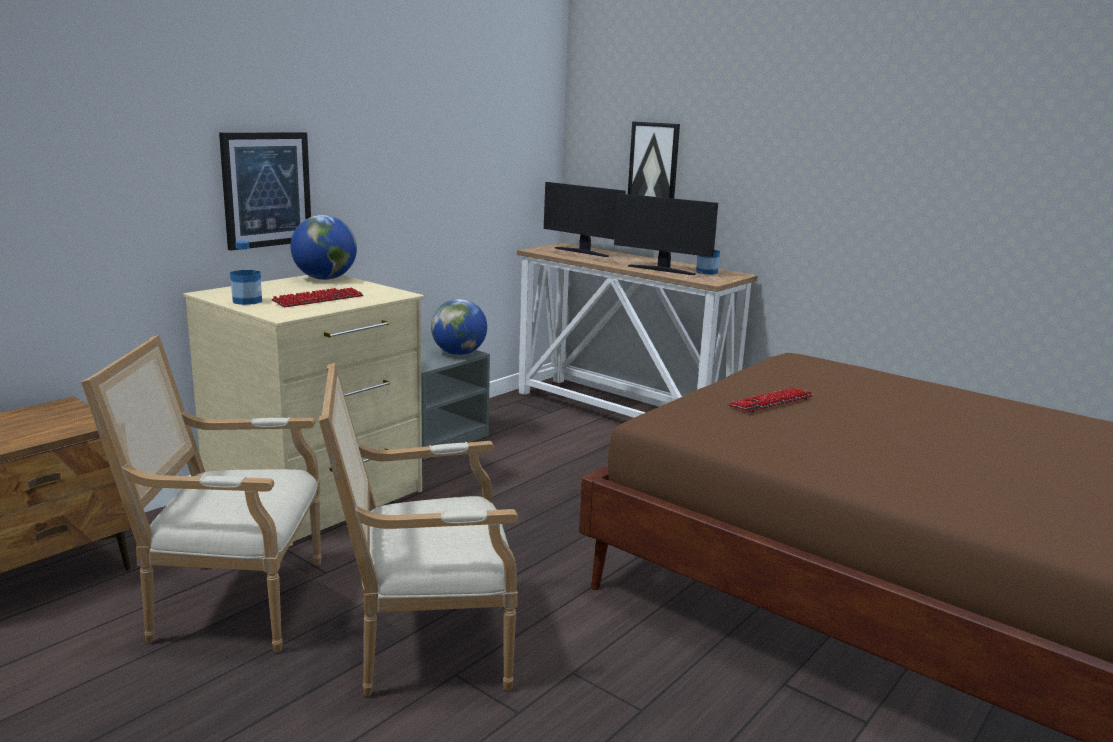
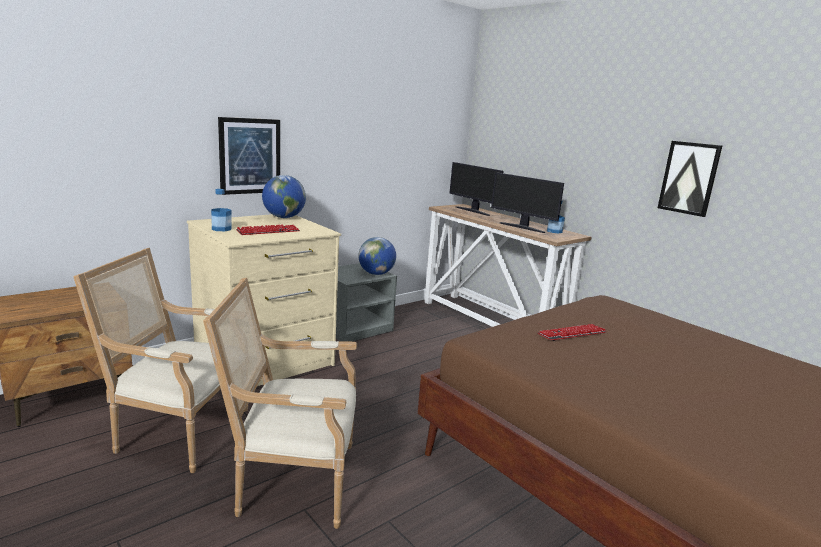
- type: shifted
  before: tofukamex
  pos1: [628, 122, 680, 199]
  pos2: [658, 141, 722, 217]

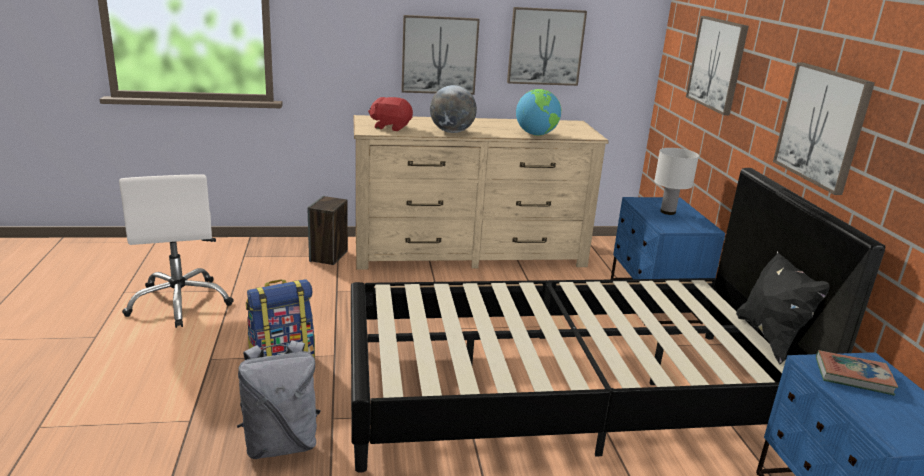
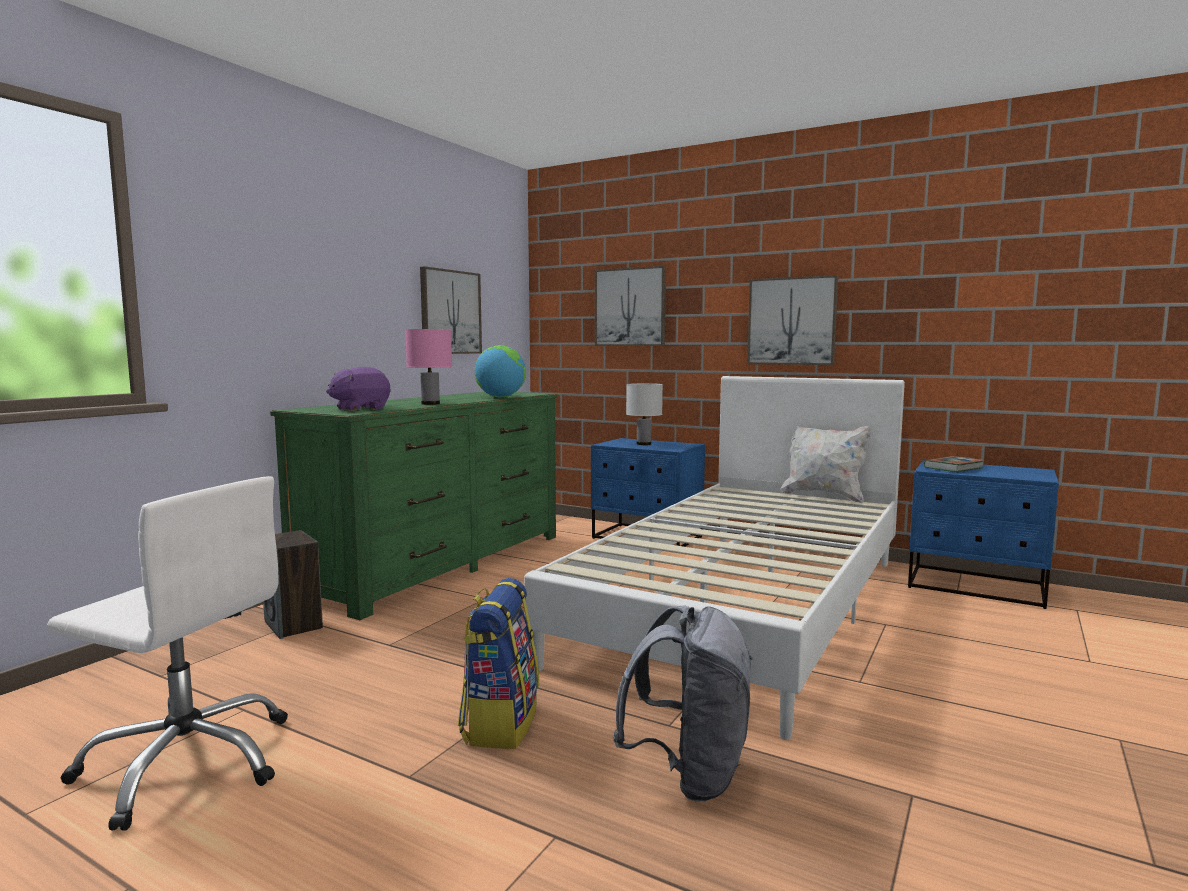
- type: repainted
  before: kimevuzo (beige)
  after: kimevuzo (green)
  pos1: [354, 115, 609, 270]
  pos2: [270, 392, 557, 620]
- type: repainted
  before: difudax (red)
  after: difudax (purple)
  pos1: [368, 97, 413, 131]
  pos2: [326, 367, 390, 411]
- type: swapped
  before: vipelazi
  after: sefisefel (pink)
  pos1: [430, 85, 477, 133]
  pos2: [405, 329, 452, 405]
- type: repainted
  before: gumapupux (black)
  after: gumapupux (white)
  pos1: [351, 168, 885, 473]
  pos2: [524, 376, 905, 740]
- type: repainted
  before: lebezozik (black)
  after: lebezozik (white)
  pos1: [736, 251, 830, 365]
  pos2: [780, 426, 871, 503]
- type: gone
  before: tofukamex
  pos1: [401, 15, 480, 95]

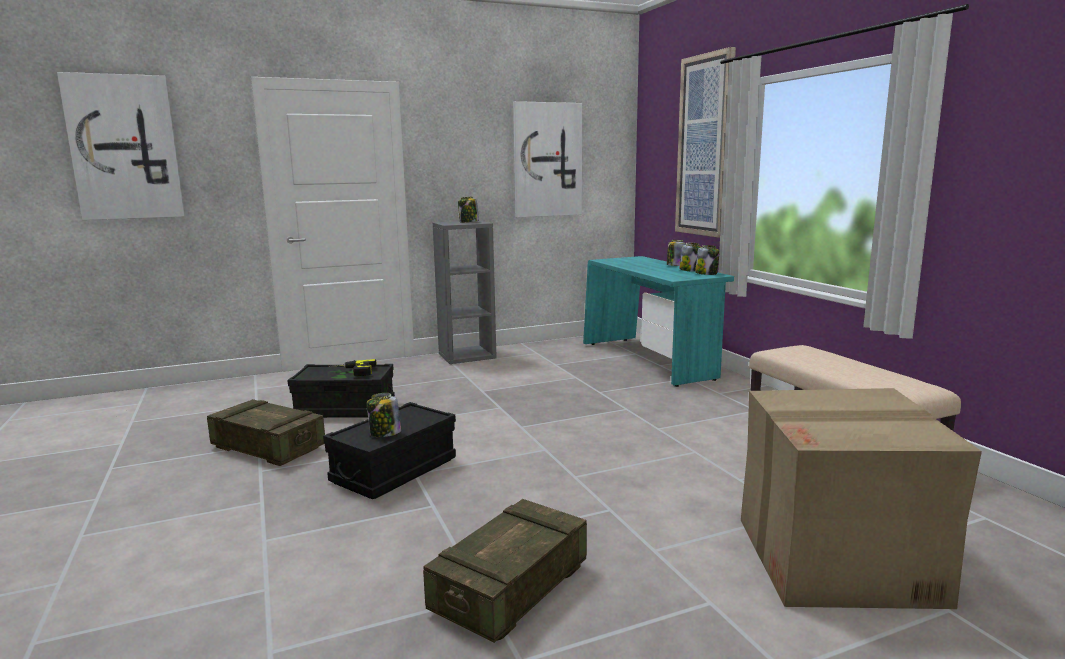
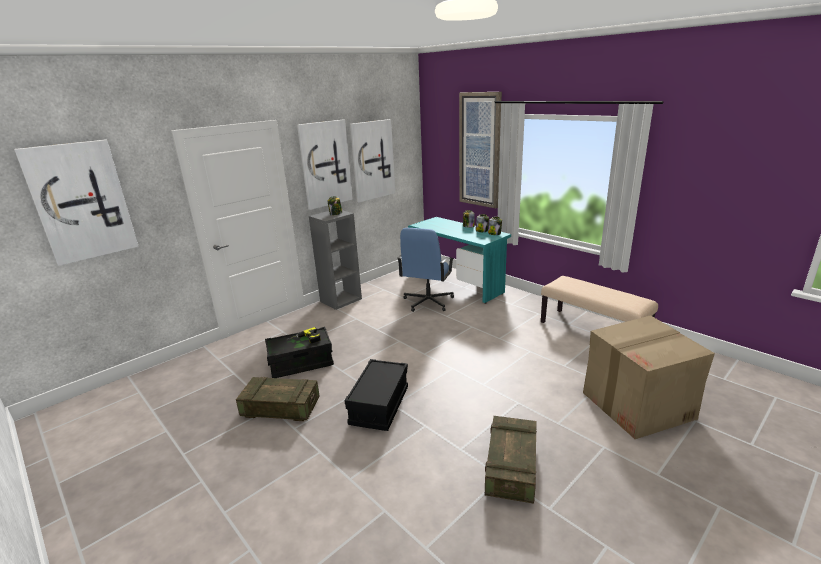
- type: new
  after: tofukamex
  pos2: [297, 119, 353, 210]
- type: new
  after: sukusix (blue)
  pos2: [397, 228, 454, 312]
- type: gone
  before: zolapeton
  pos1: [367, 393, 401, 437]

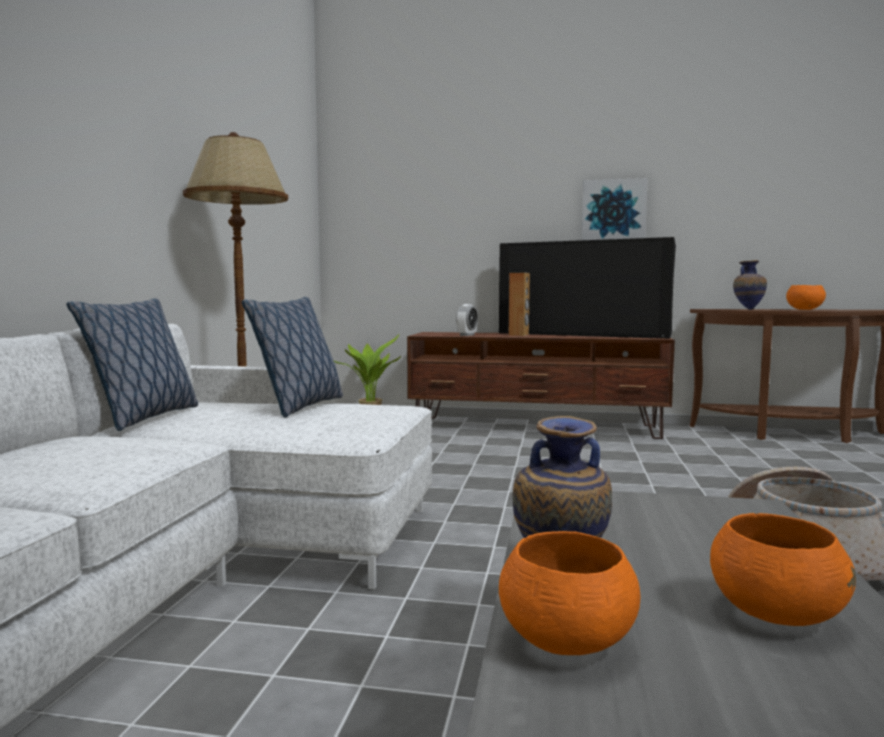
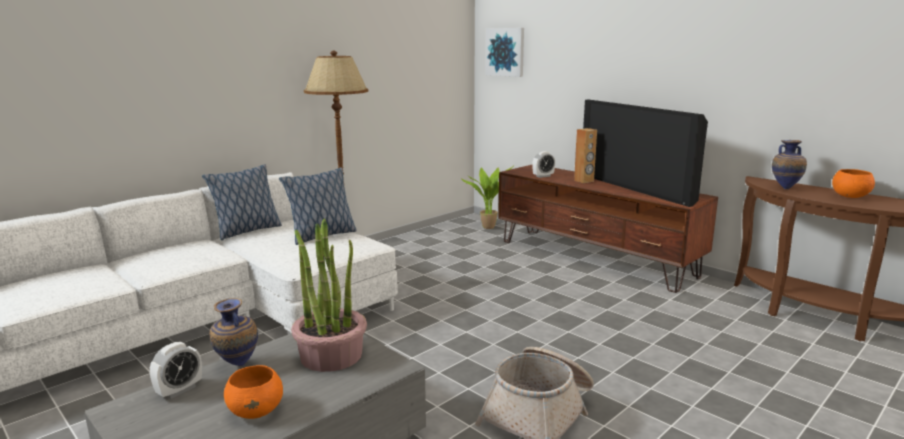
- type: swapped
  before: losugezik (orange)
  after: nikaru
  pos1: [499, 531, 641, 655]
  pos2: [150, 342, 202, 399]
- type: new
  after: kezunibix
  pos2: [291, 218, 367, 372]
- type: shifted
  before: tofukamex
  pos1: [582, 178, 648, 240]
  pos2: [485, 28, 524, 77]

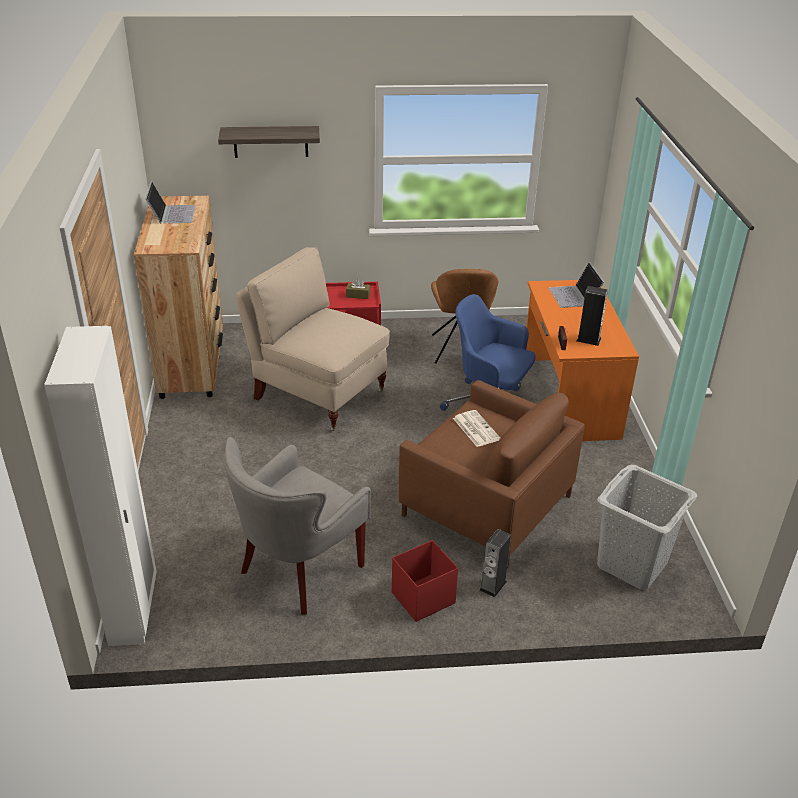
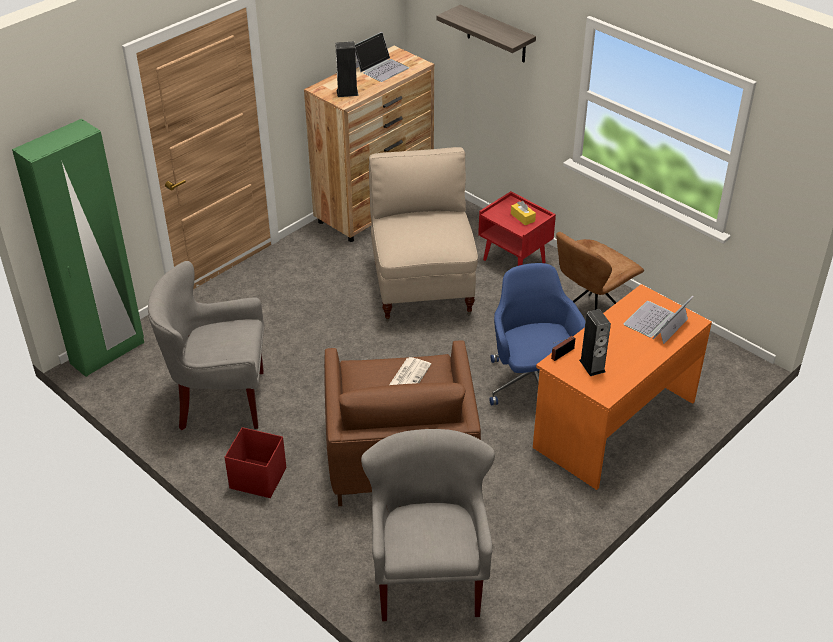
- type: repainted
  before: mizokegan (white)
  after: mizokegan (green)
  pos1: [44, 326, 157, 646]
  pos2: [12, 119, 144, 377]
- type: shifted
  before: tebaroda
  pos1: [480, 529, 511, 598]
  pos2: [335, 41, 359, 97]
- type: swapped
  before: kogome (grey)
  after: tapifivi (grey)
  pos1: [597, 465, 697, 590]
  pos2: [361, 429, 495, 622]
- type: repainted
  before: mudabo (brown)
  after: mudabo (yellow)
  pos1: [346, 279, 370, 299]
  pos2: [511, 201, 536, 225]

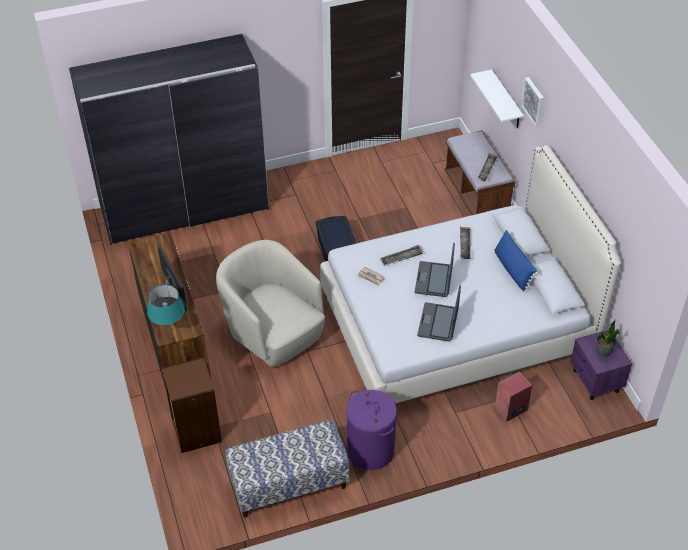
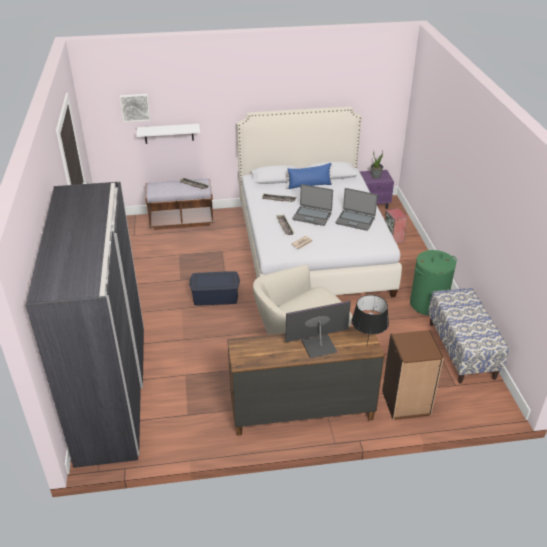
- type: shifted
  before: tofukamex
  pos1: [521, 77, 544, 126]
  pos2: [120, 94, 150, 122]
- type: repainted
  before: sefisefel (turquoise)
  after: sefisefel (black)
  pos1: [147, 284, 185, 332]
  pos2: [352, 295, 389, 347]
- type: repainted
  before: kogome (purple)
  after: kogome (green)
  pos1: [346, 390, 397, 470]
  pos2: [410, 250, 457, 315]

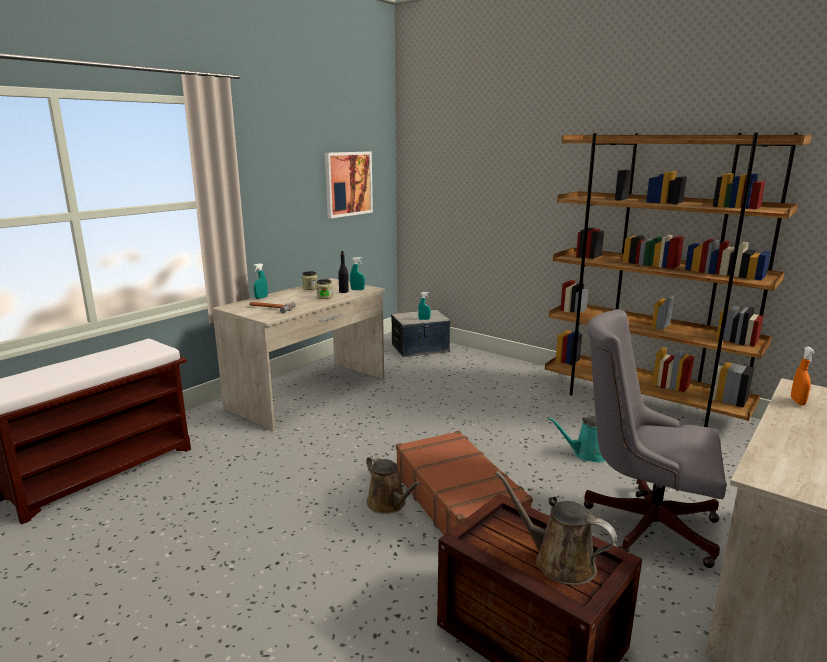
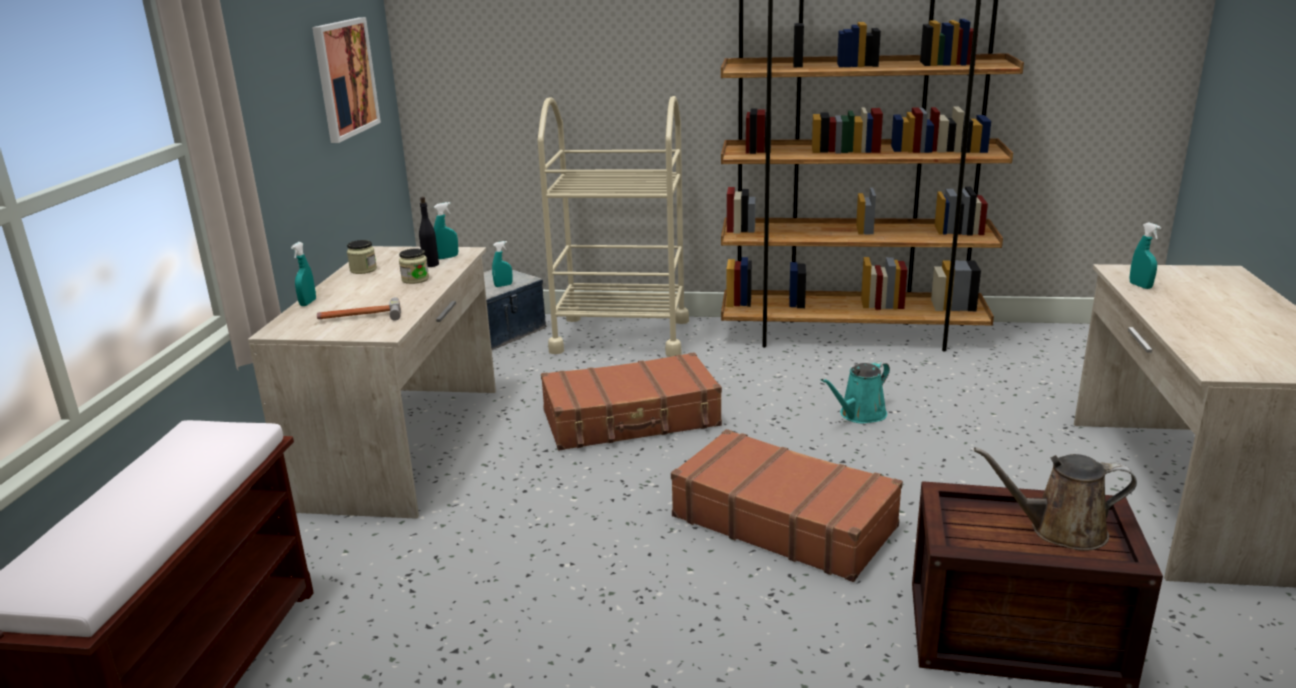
- type: new
  after: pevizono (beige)
  pos2: [537, 96, 689, 357]
- type: new
  after: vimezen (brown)
  pos2: [541, 352, 722, 450]
- type: repainted
  before: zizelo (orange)
  after: zizelo (turquoise)
  pos1: [791, 346, 815, 405]
  pos2: [1130, 222, 1161, 289]
- type: gone
  before: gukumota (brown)
  pos1: [366, 455, 421, 514]
- type: gone
  before: sukusix (grey)
  pos1: [584, 309, 727, 568]

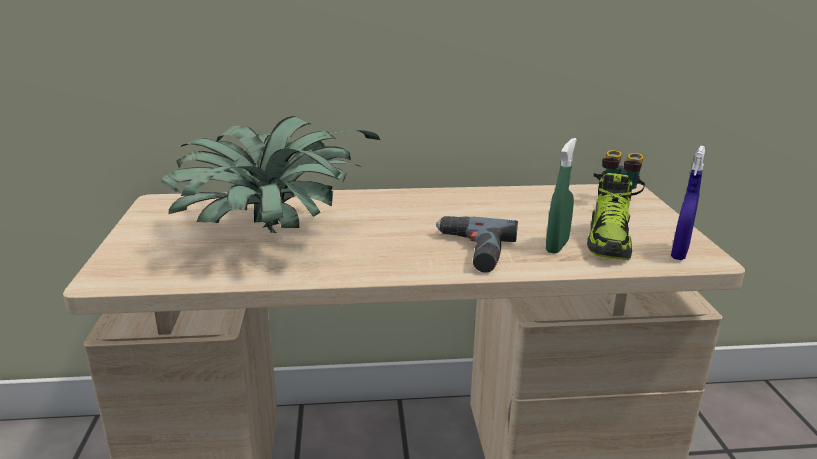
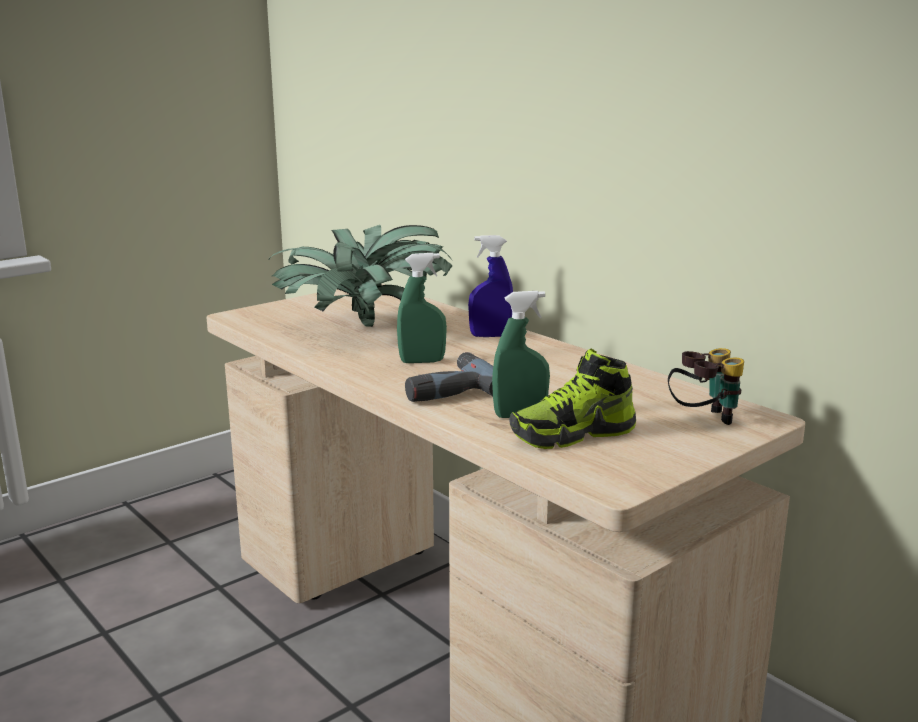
- type: new
  after: zizelo (green)
  pos2: [397, 253, 447, 363]
- type: shifted
  before: zizelo (blue)
  pos1: [671, 146, 705, 260]
  pos2: [468, 235, 513, 337]

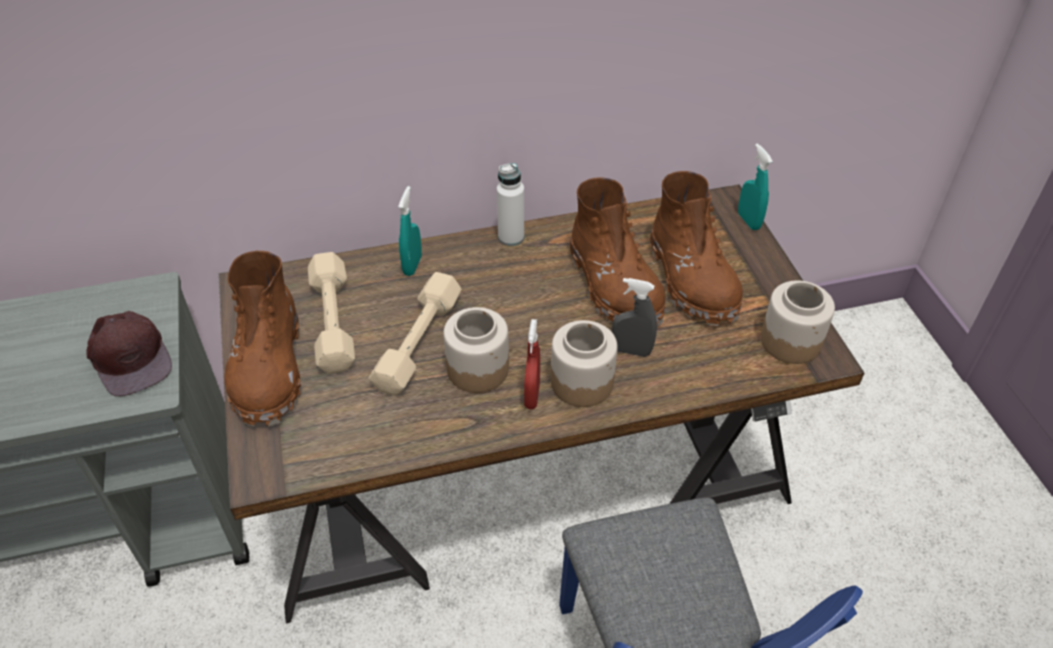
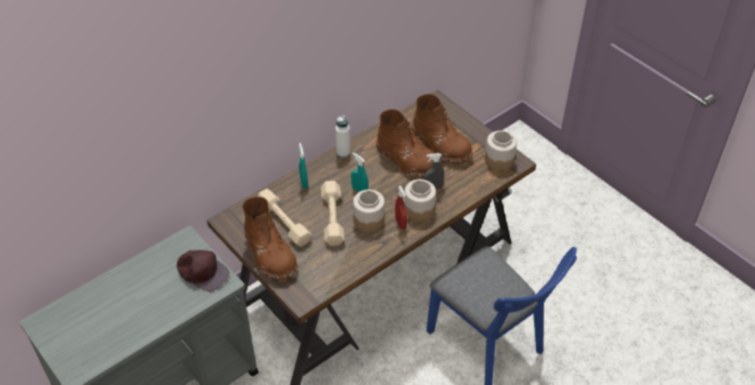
- type: shifted
  before: zizelo (turquoise)
  pos1: [738, 143, 773, 230]
  pos2: [351, 152, 368, 192]

